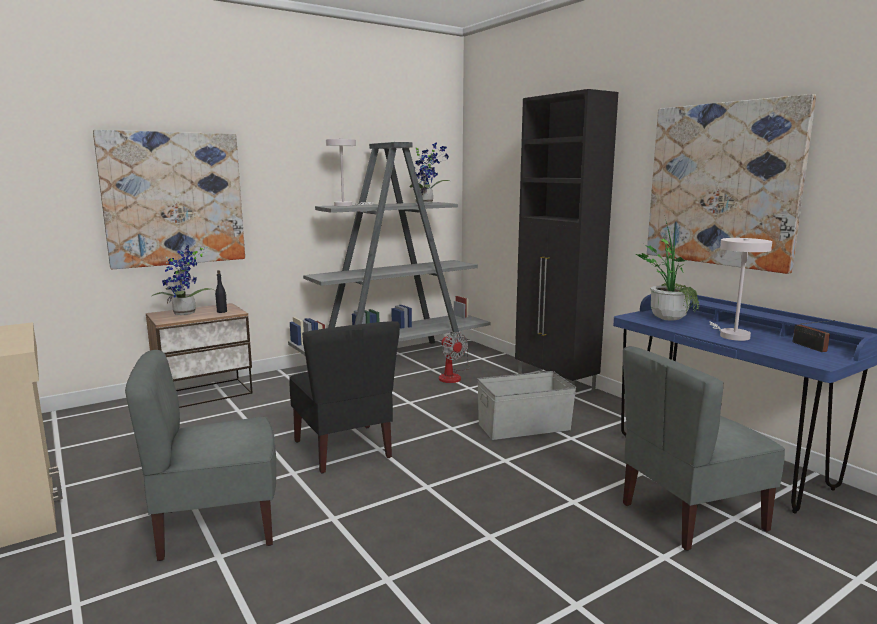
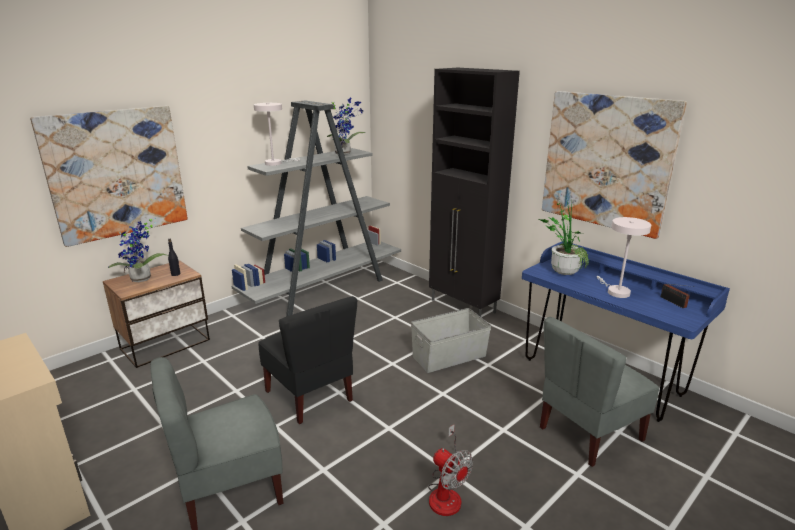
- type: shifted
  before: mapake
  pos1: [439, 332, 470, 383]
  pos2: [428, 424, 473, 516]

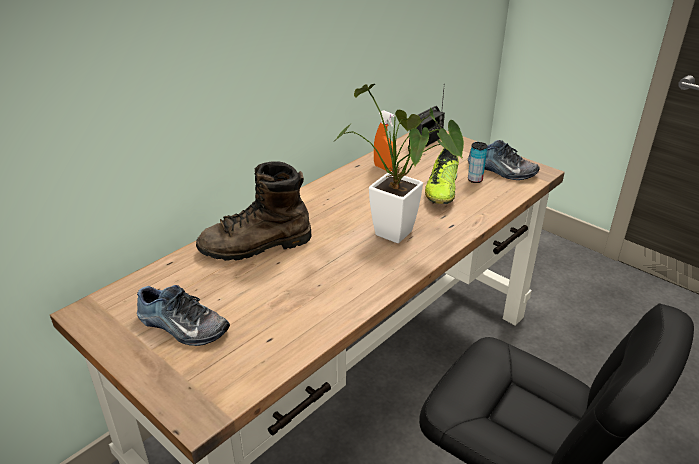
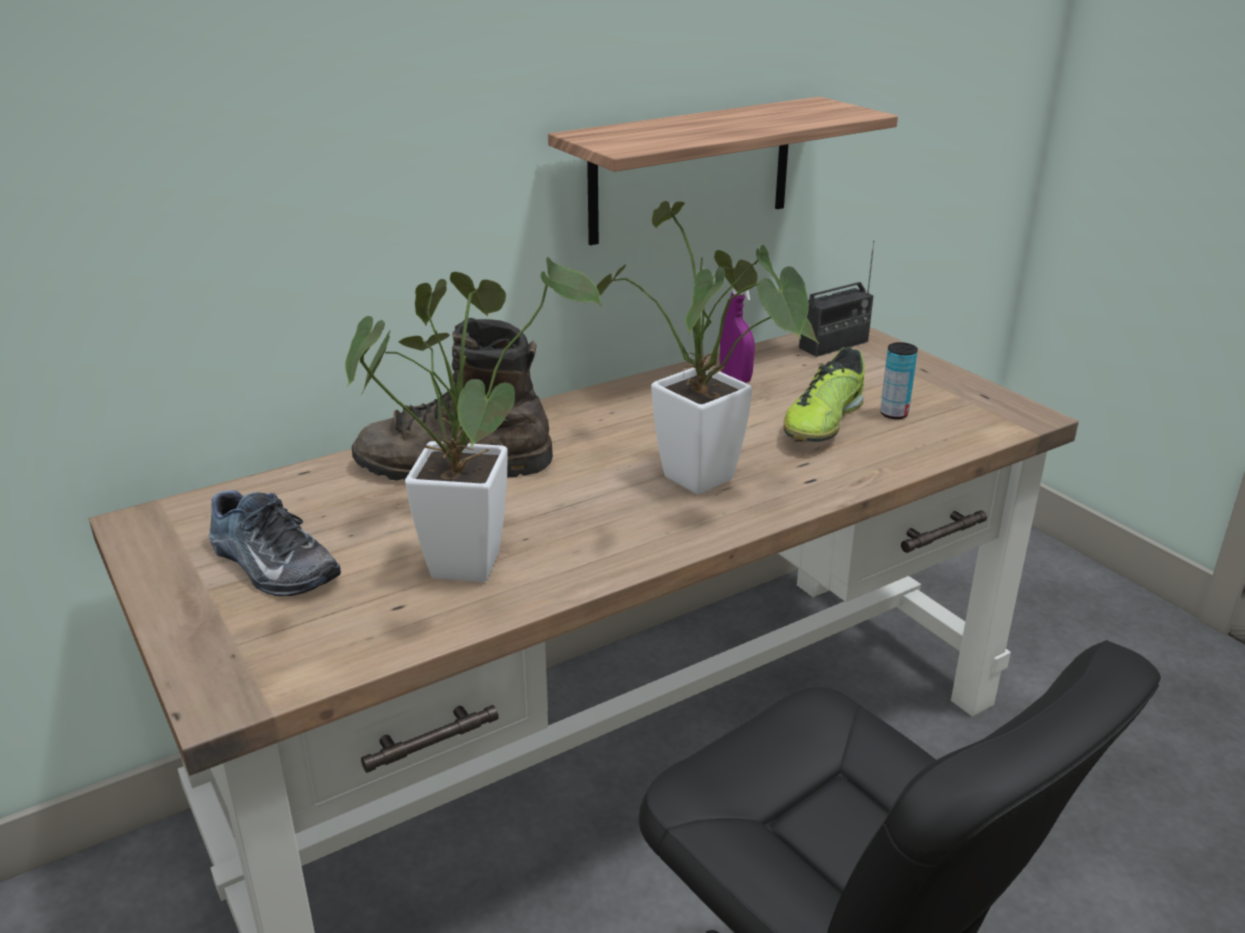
- type: new
  after: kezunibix
  pos2: [345, 257, 602, 582]
- type: new
  after: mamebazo
  pos2: [548, 97, 898, 245]
- type: repainted
  before: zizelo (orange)
  after: zizelo (purple)
  pos1: [374, 110, 395, 171]
  pos2: [720, 288, 755, 383]
- type: gone
  before: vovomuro
  pos1: [468, 140, 540, 180]

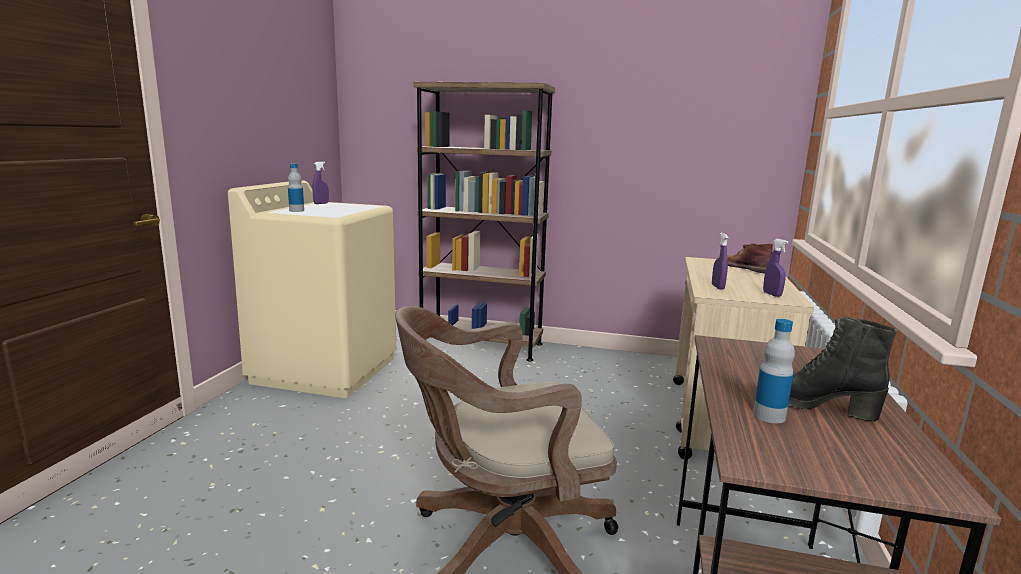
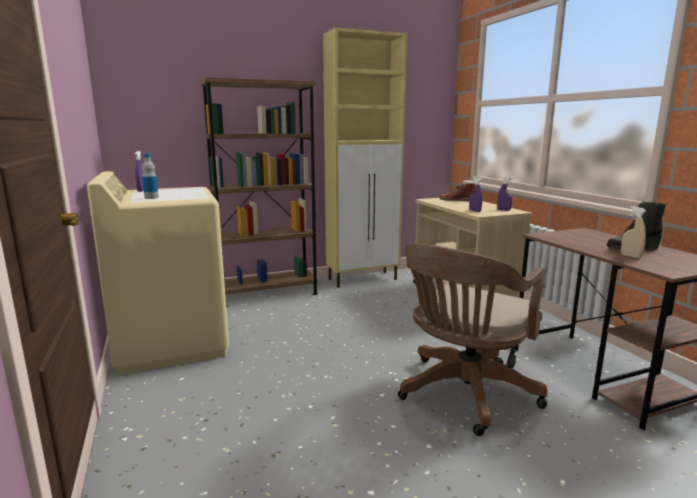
- type: new
  after: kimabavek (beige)
  pos2: [323, 27, 407, 288]
- type: swapped
  before: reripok
  after: zizelo (beige)
  pos1: [753, 319, 795, 423]
  pos2: [621, 206, 646, 259]

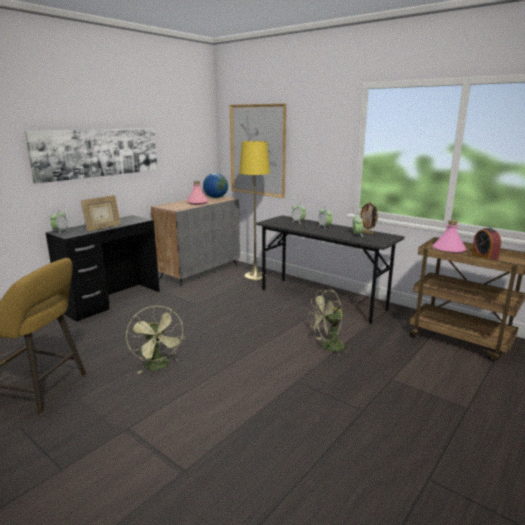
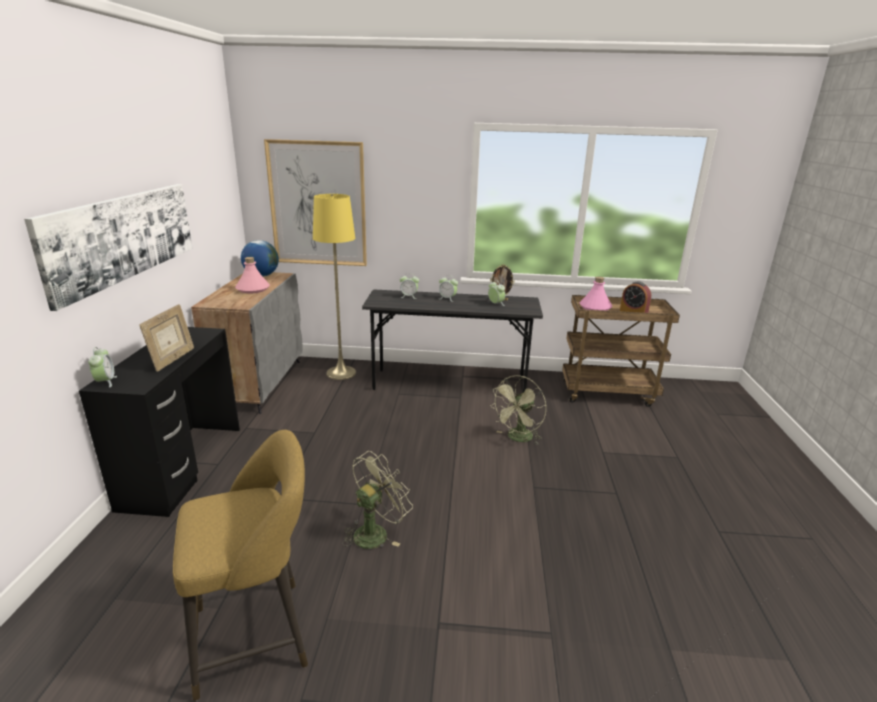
- type: rotated
  before: mapake (green)
  pos1: [126, 306, 183, 374]
  pos2: [342, 451, 413, 549]
  turn: -75

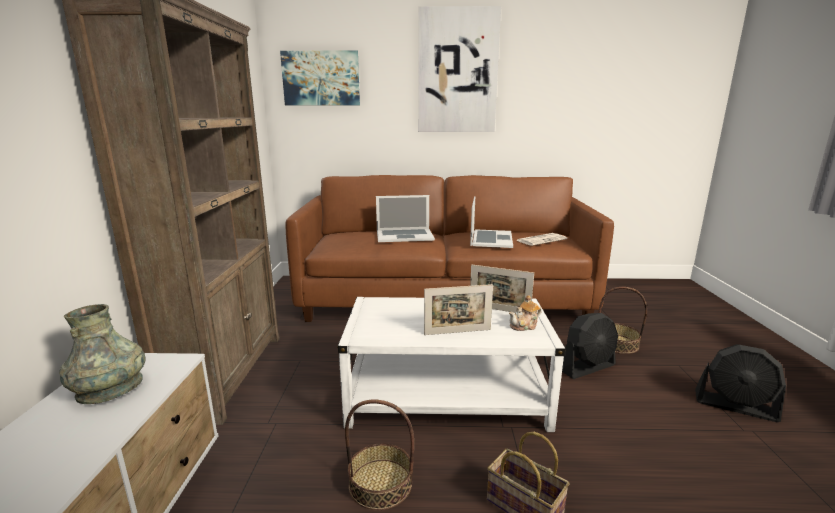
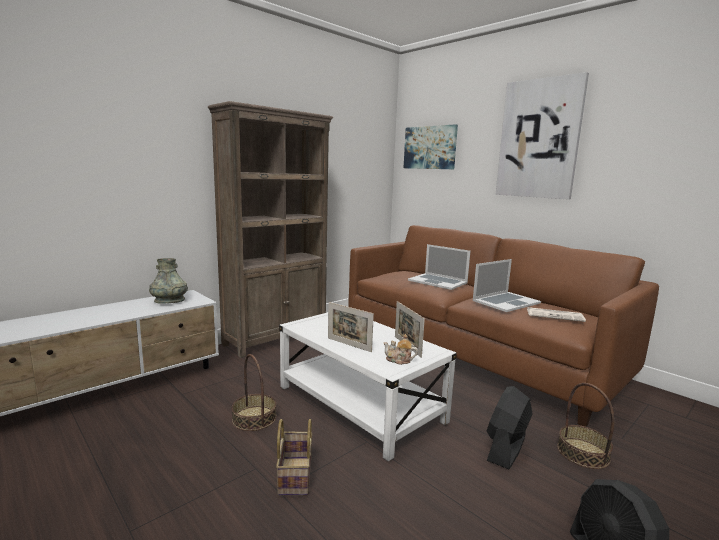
- type: rotated
  before: mapake (black)
  pos1: [562, 313, 618, 379]
  pos2: [487, 386, 533, 469]
  turn: 105

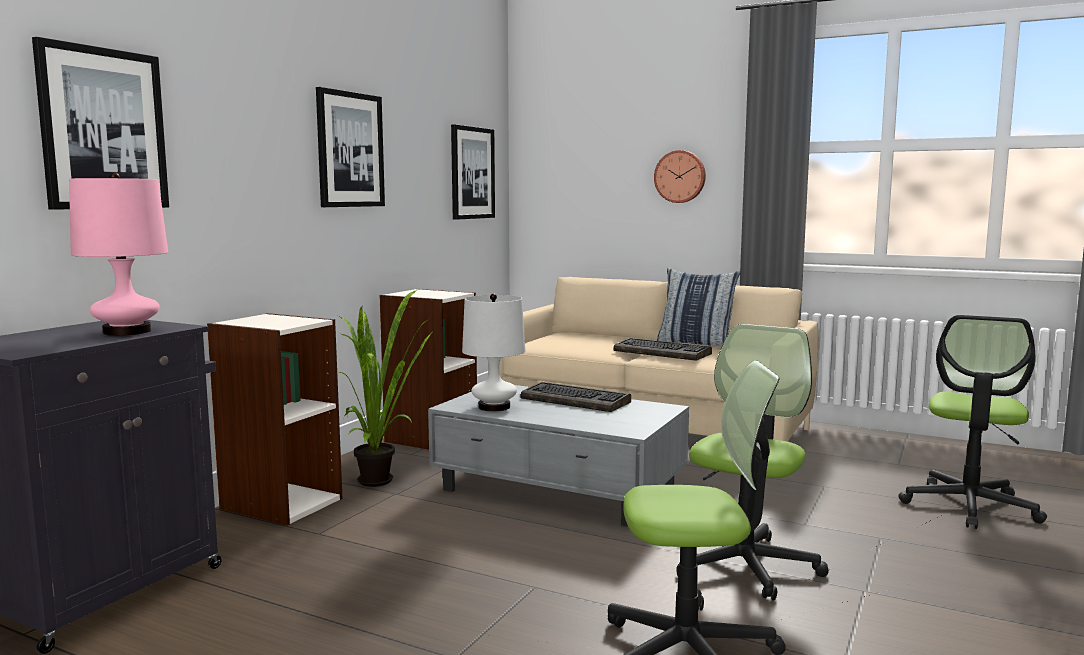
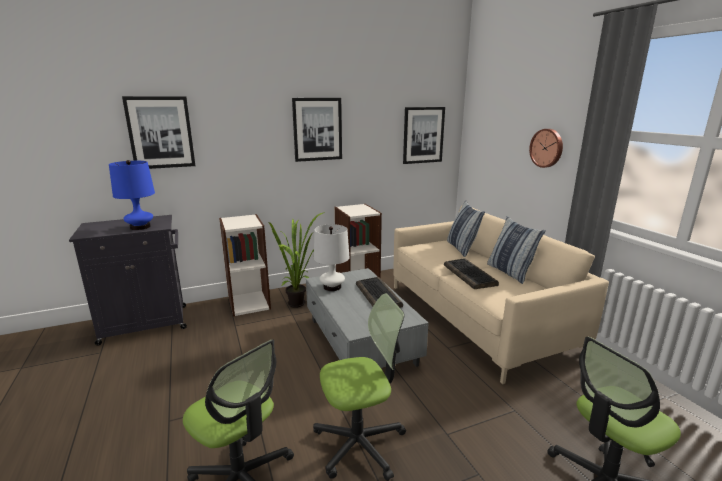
- type: repainted
  before: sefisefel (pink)
  after: sefisefel (blue)
  pos1: [69, 172, 168, 336]
  pos2: [109, 160, 155, 230]
- type: new
  after: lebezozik
  pos2: [447, 200, 485, 257]

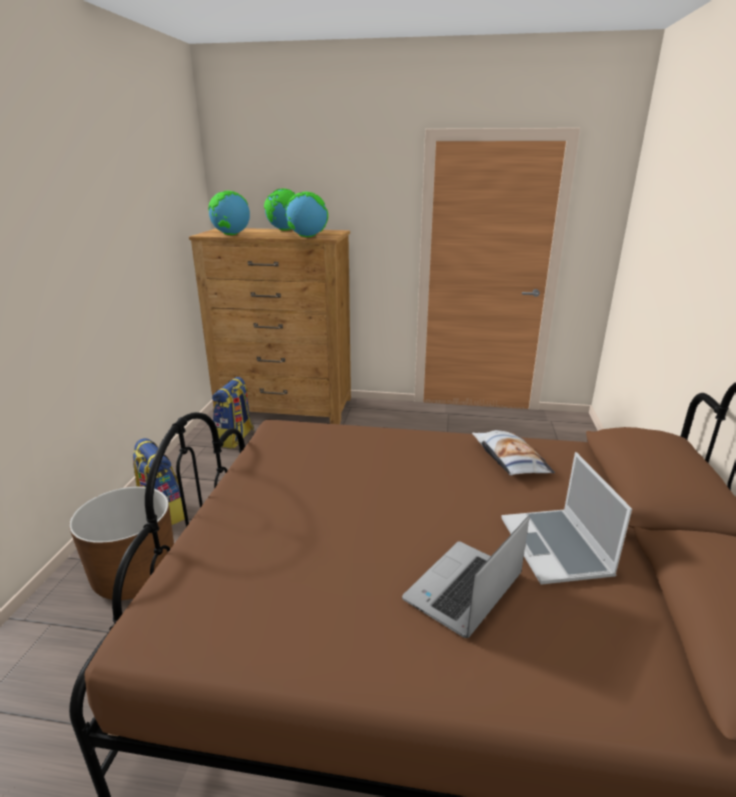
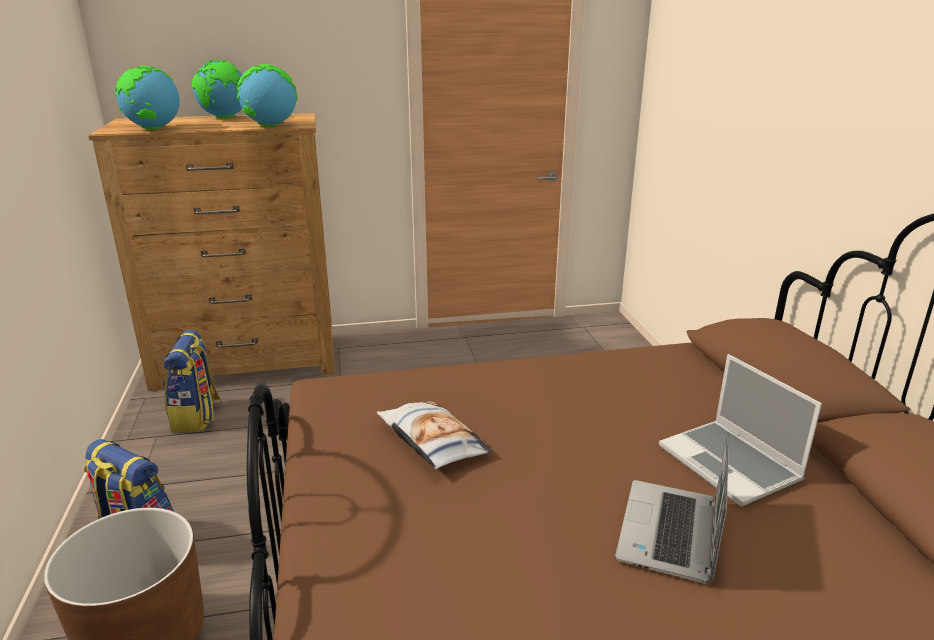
- type: shifted
  before: lebezozik
  pos1: [472, 430, 555, 476]
  pos2: [377, 401, 493, 469]

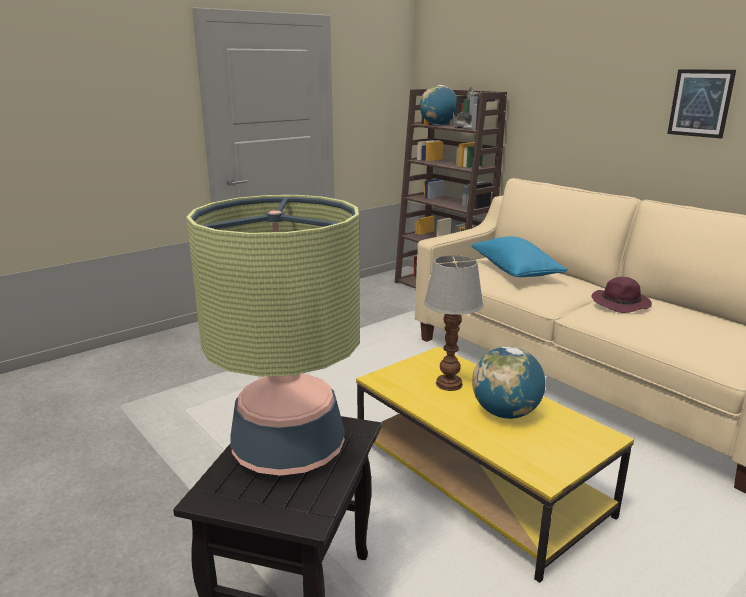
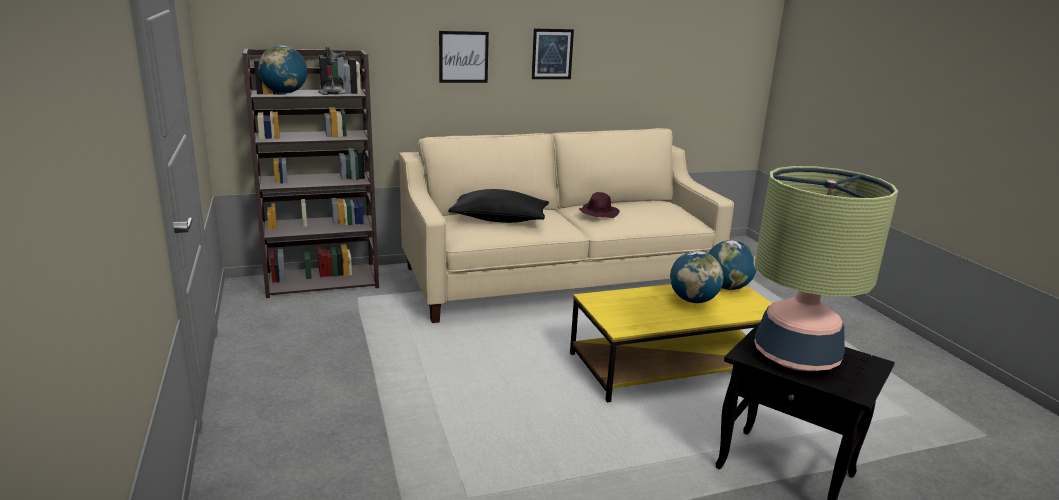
- type: new
  after: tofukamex
  pos2: [439, 31, 489, 83]
- type: repainted
  before: lebezozik (blue)
  after: lebezozik (black)
  pos1: [472, 236, 568, 277]
  pos2: [448, 189, 549, 223]
- type: new
  after: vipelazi
  pos2: [708, 240, 756, 290]
- type: gone
  before: sefisefel
  pos1: [424, 255, 483, 391]

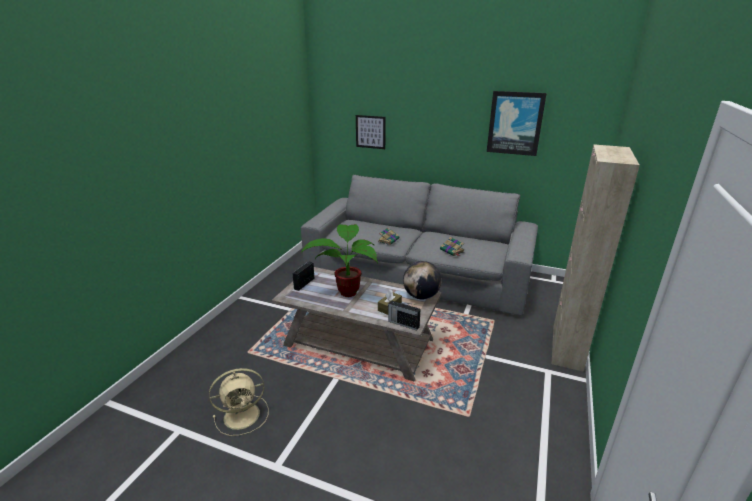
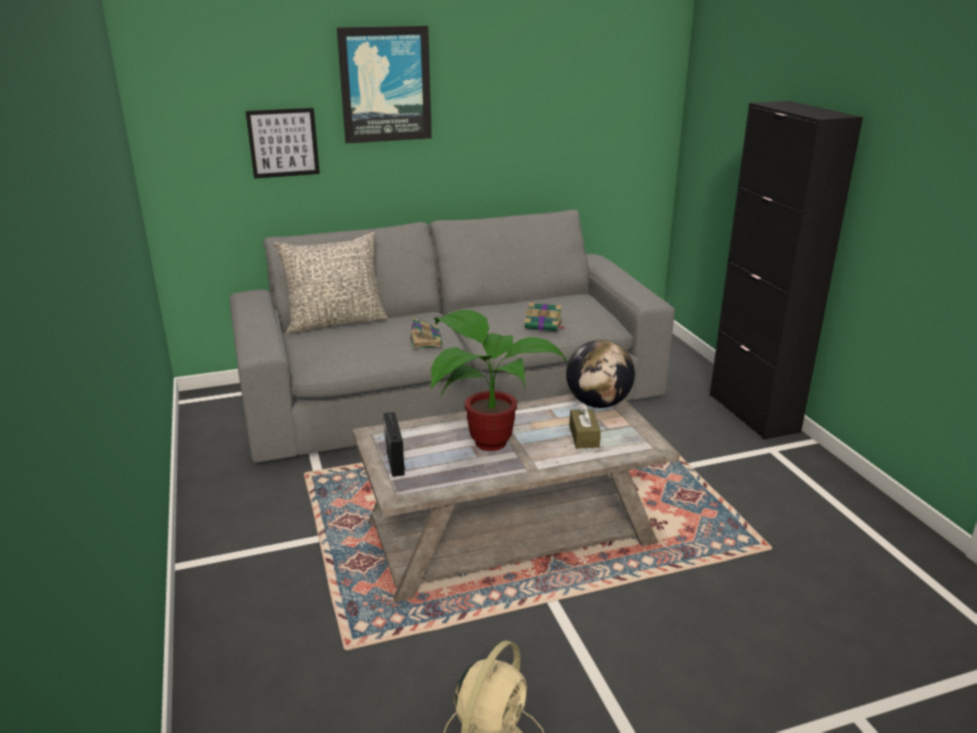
- type: new
  after: lebezozik (grey)
  pos2: [274, 232, 388, 334]
- type: shifted
  before: tofukamex
  pos1: [487, 91, 547, 156]
  pos2: [337, 26, 432, 144]
- type: repainted
  before: kimabavek (beige)
  after: kimabavek (black)
  pos1: [551, 144, 640, 372]
  pos2: [710, 101, 863, 440]
- type: gone
  before: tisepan
  pos1: [388, 300, 421, 331]

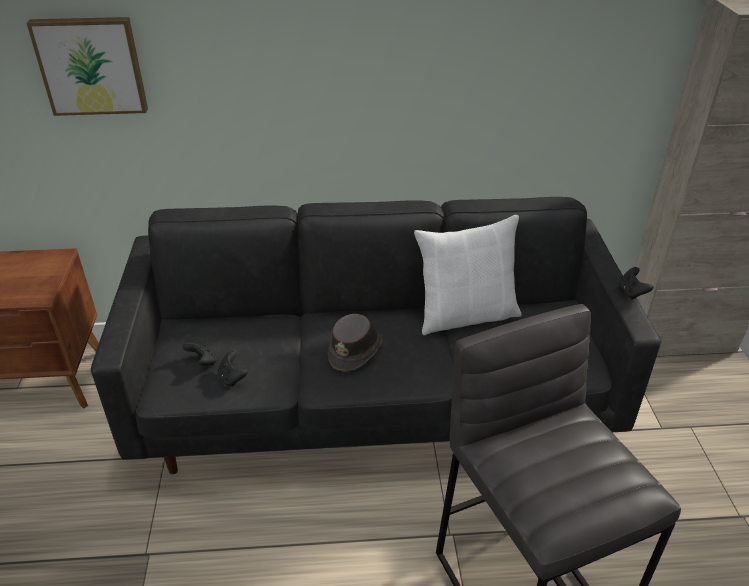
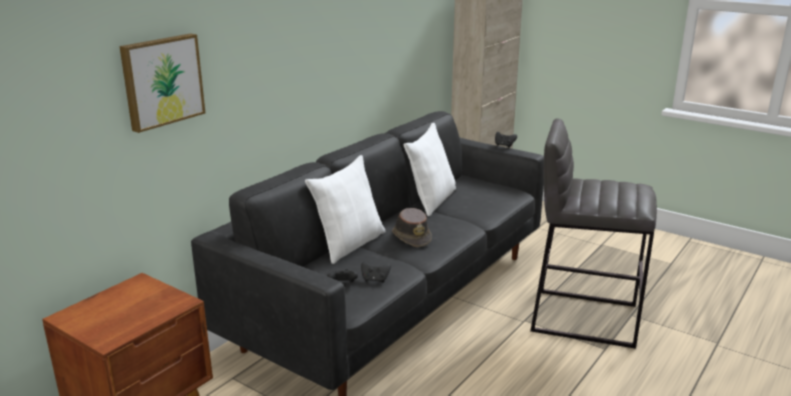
- type: new
  after: lebezozik (white)
  pos2: [305, 155, 386, 264]

